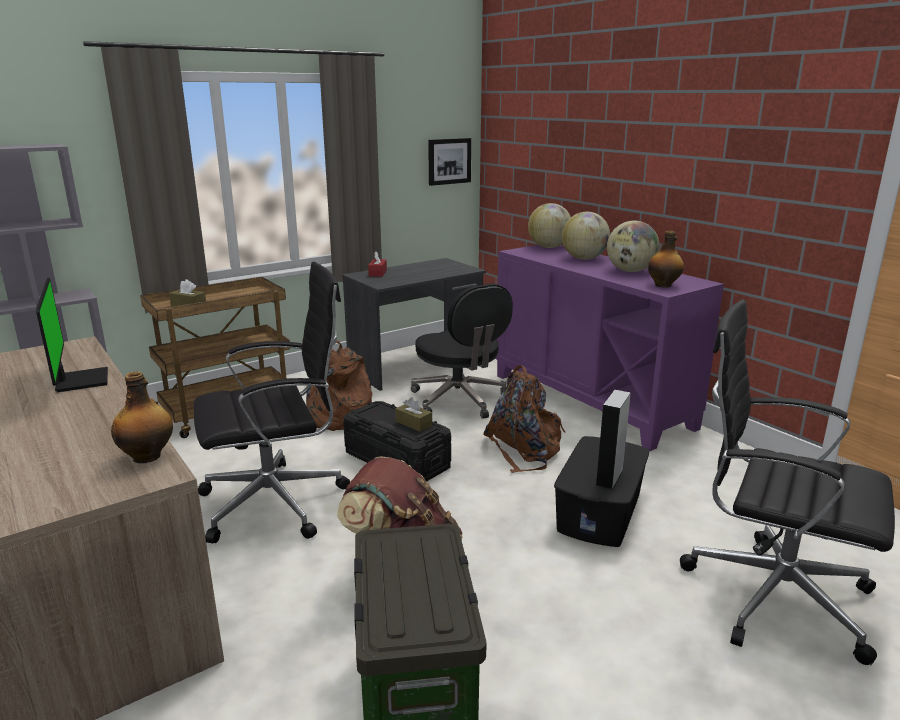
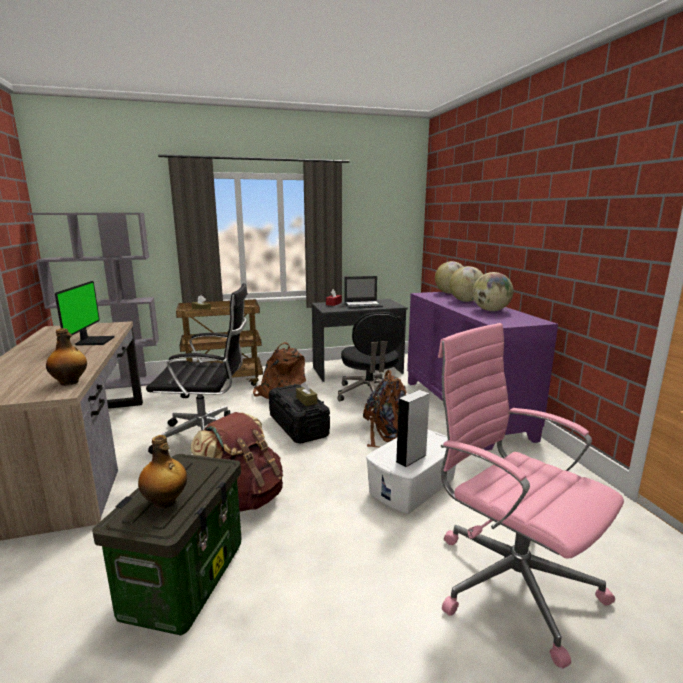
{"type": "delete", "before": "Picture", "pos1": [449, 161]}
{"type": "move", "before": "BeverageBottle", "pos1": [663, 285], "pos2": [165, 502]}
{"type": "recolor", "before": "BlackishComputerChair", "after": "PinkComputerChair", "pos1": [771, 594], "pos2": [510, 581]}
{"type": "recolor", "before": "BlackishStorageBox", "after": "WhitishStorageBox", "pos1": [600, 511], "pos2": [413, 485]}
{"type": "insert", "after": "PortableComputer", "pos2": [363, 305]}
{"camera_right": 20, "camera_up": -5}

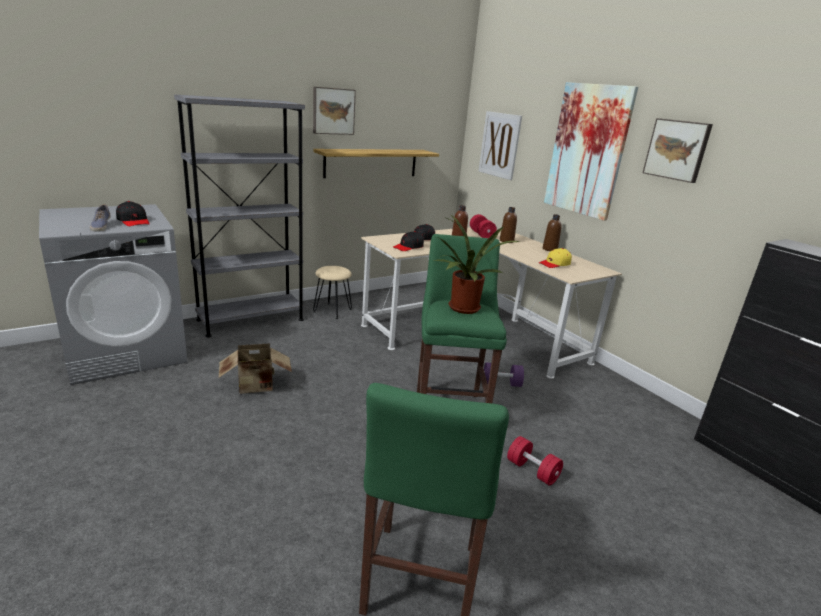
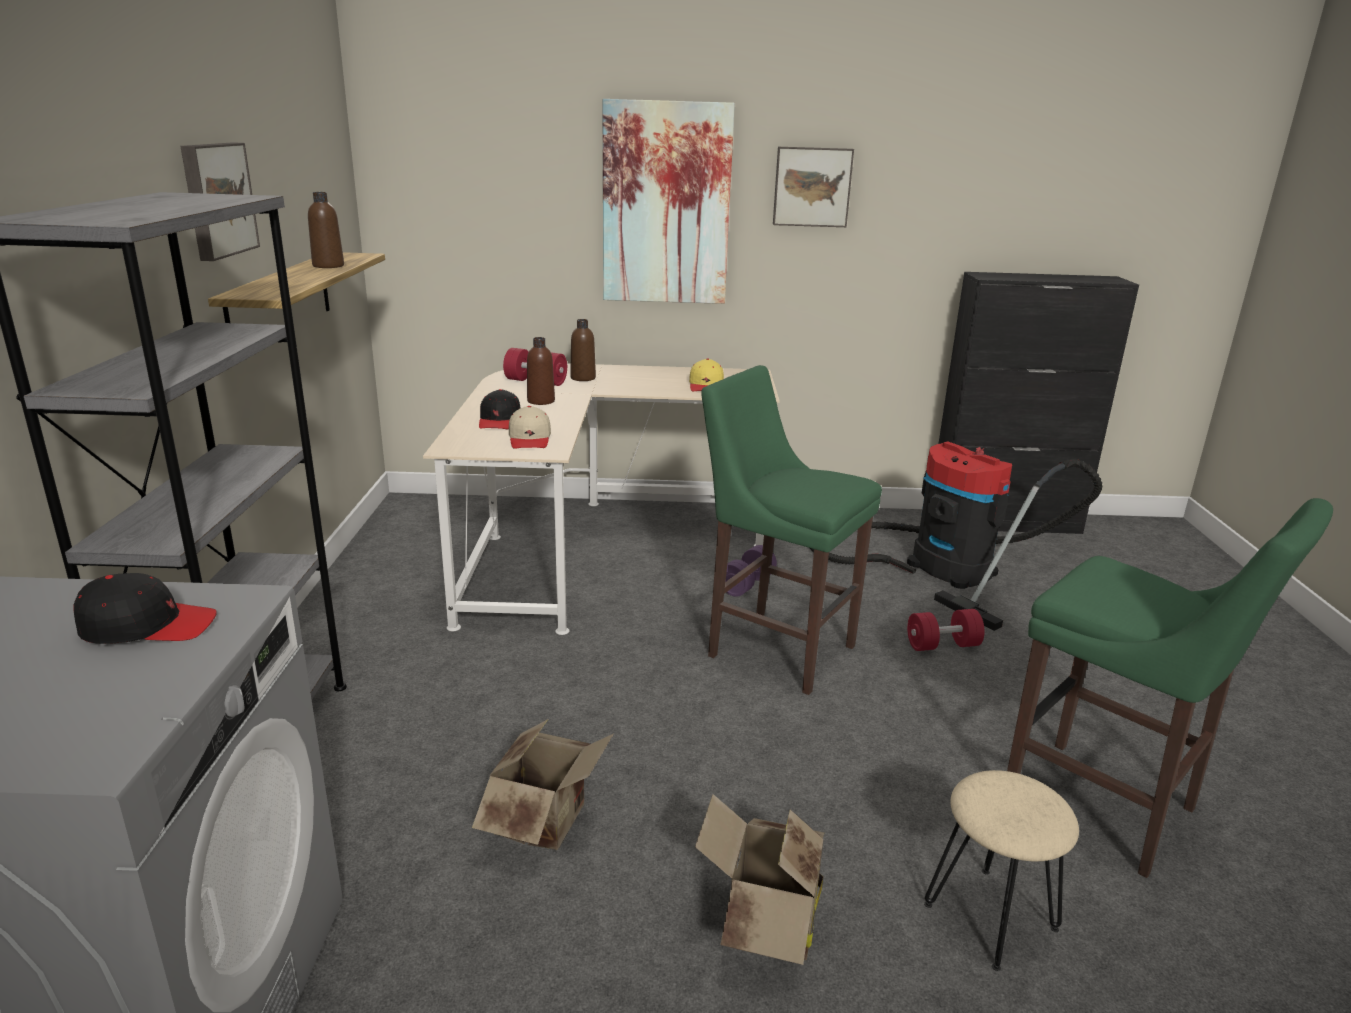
{"type": "delete", "before": "Picture", "pos1": [499, 145]}
{"type": "delete", "before": "ItemOfFootwear", "pos1": [101, 226]}
{"type": "delete", "before": "PlantInAPot", "pos1": [463, 309]}
{"type": "move", "before": "BrownBeverageBottle", "pos1": [549, 249], "pos2": [328, 266]}
{"type": "recolor", "before": "BlackishBaseballCap", "after": "SandColouredBaseballCap", "pos1": [408, 247], "pos2": [530, 439]}
{"type": "move", "before": "SandColouredSittingStool", "pos1": [332, 310], "pos2": [989, 915]}
{"type": "insert", "after": "Hoover", "pos2": [941, 566]}
{"type": "insert", "after": "CardboardBox", "pos2": [763, 923]}
{"camera_right": -55, "camera_up": 0}

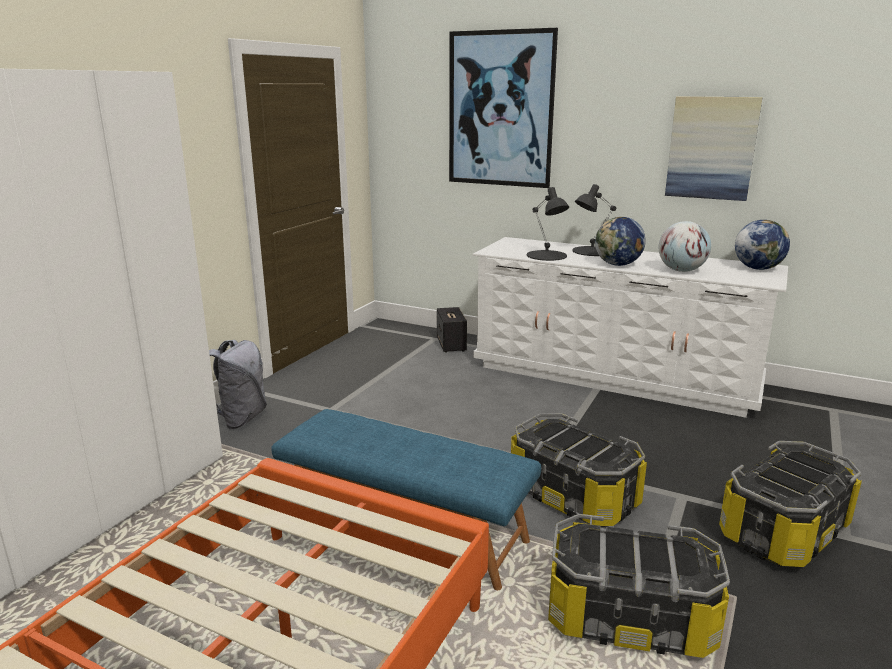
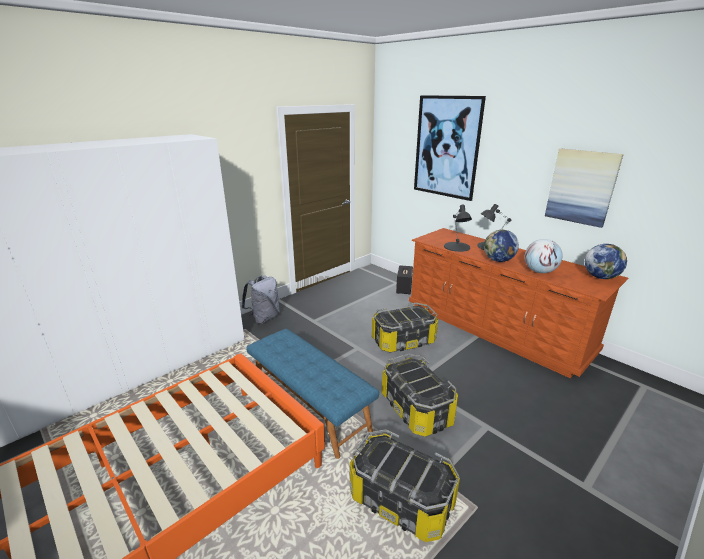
{"type": "recolor", "before": "WhitishDrawerChest", "after": "BrownDrawerChest", "pos1": [613, 375], "pos2": [494, 328]}
{"type": "move", "before": "StorageBox", "pos1": [784, 532], "pos2": [403, 341]}
{"camera_right": 20, "camera_up": 5}

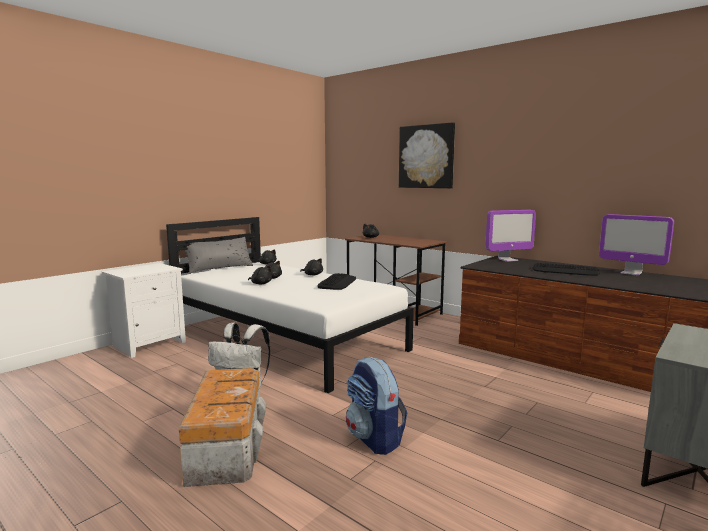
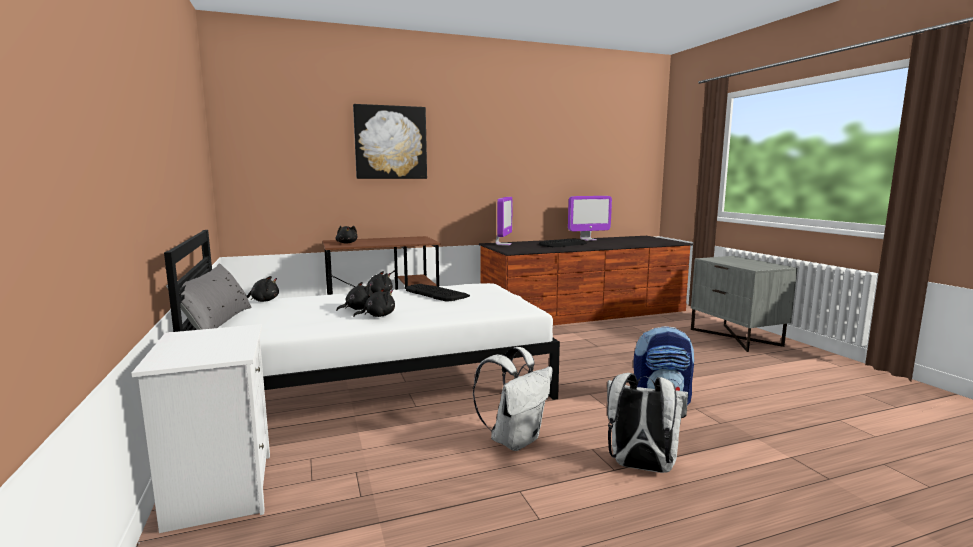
{"type": "replace", "before": "StorageBox", "after": "WhitishKnapsack", "pos1": [227, 446], "pos2": [640, 467]}
{"camera_right": -60, "camera_up": 0}

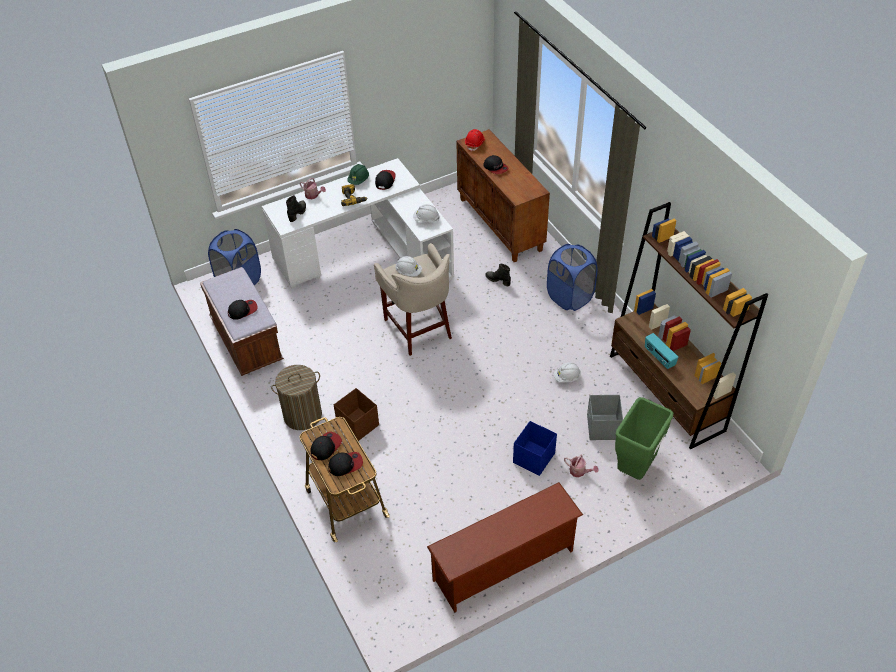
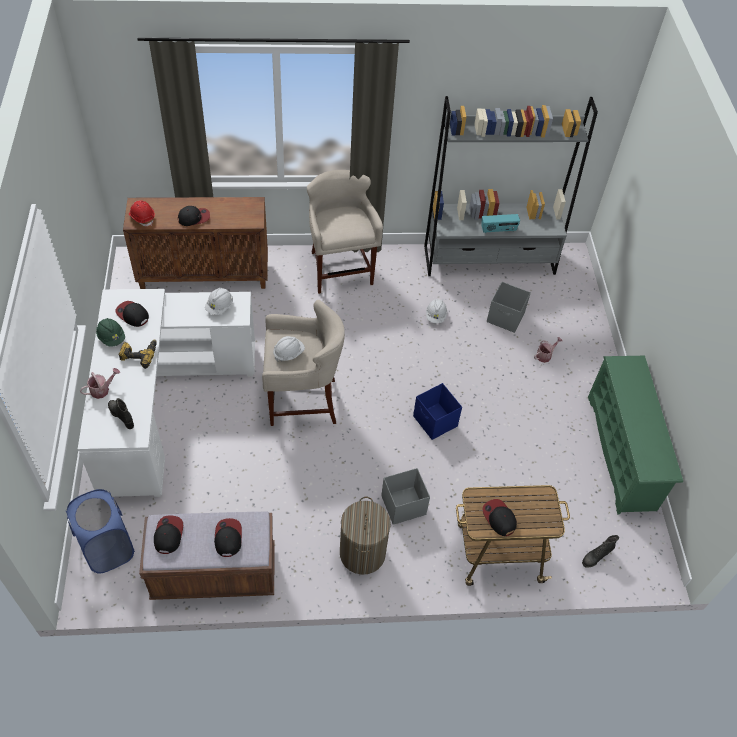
{"type": "recolor", "before": "BrownBookshelf", "after": "GrayBookshelf", "pos1": [666, 393], "pos2": [489, 260]}
{"type": "replace", "before": "BlueWashingBasket", "after": "SandColouredSittingStool", "pos1": [570, 297], "pos2": [340, 269]}
{"type": "move", "before": "BlackishBoot", "pos1": [498, 280], "pos2": [596, 557]}
{"type": "recolor", "before": "BrownStorageBox", "after": "GrayStorageBox", "pos1": [357, 424], "pos2": [402, 505]}
{"type": "delete", "before": "GreenWasteBin", "pos1": [635, 469]}
{"type": "move", "before": "BlueStorageBox", "pos1": [533, 458], "pos2": [435, 422]}
{"type": "move", "before": "BaseballCap", "pos1": [345, 464], "pos2": [168, 535]}
{"type": "recolor", "before": "BrownShoeShelf", "after": "GreenShoeShelf", "pos1": [504, 566], "pos2": [622, 453]}
{"camera_right": -70, "camera_up": 5}

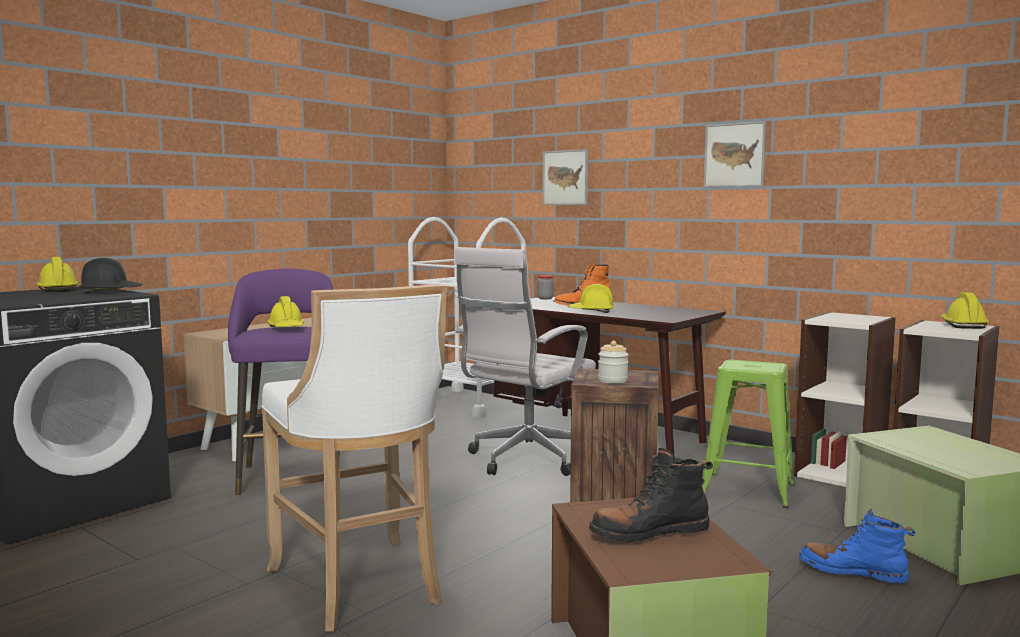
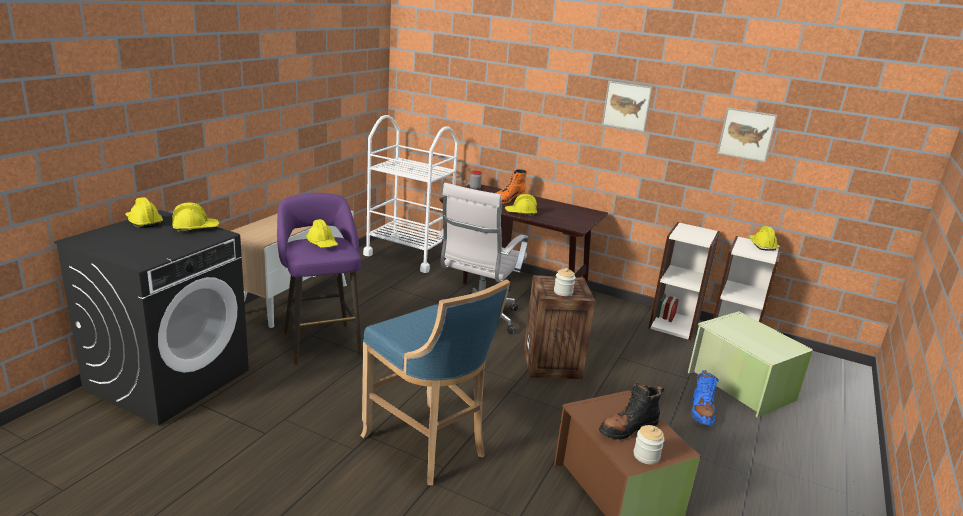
{"type": "move", "before": "Picture", "pos1": [565, 177], "pos2": [746, 134]}
{"type": "recolor", "before": "BlackishHardHat", "after": "YellowColouredHardHat", "pos1": [111, 292], "pos2": [195, 228]}
{"type": "recolor", "before": "WhitishSittingStool", "after": "BlueSittingStool", "pos1": [360, 587], "pos2": [428, 446]}
{"type": "delete", "before": "GreenSittingStool", "pos1": [746, 490]}
{"type": "rotate", "before": "BlueBoot", "pos1": [852, 572], "pos2": [701, 411], "turn": -90}
{"type": "insert", "after": "StorageJar", "pos2": [646, 456]}
{"camera_right": -15, "camera_up": 15}

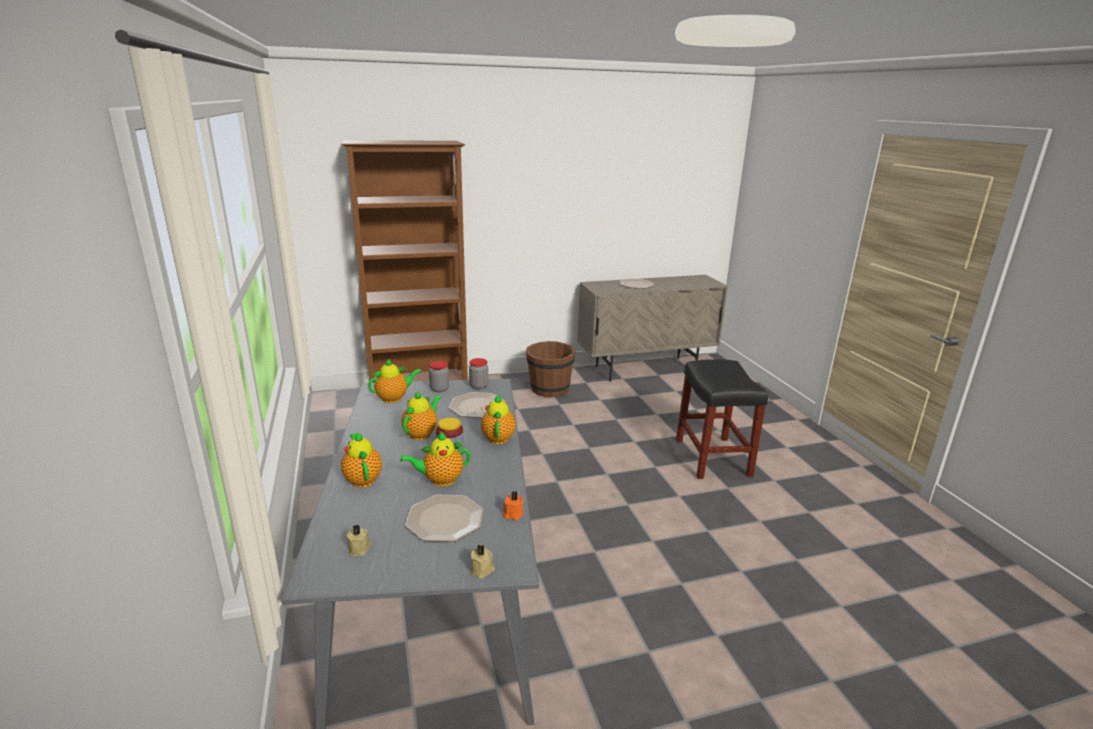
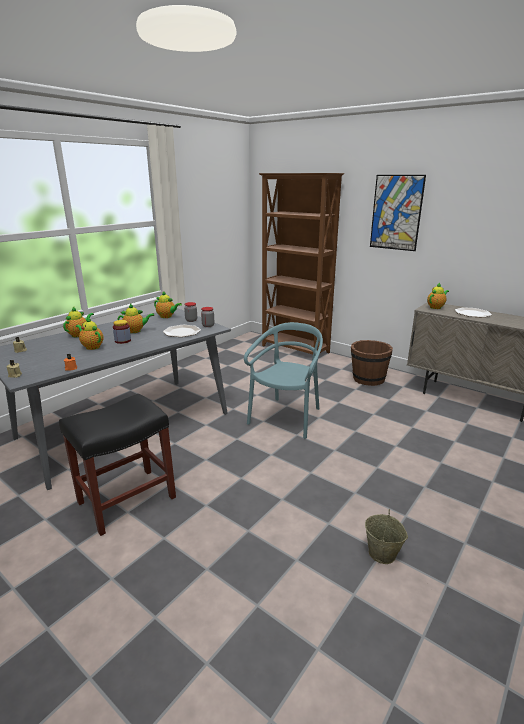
{"type": "move", "before": "BlackishSittingStool", "pos1": [713, 458], "pos2": [125, 500]}
{"type": "move", "before": "Teapot", "pos1": [498, 437], "pos2": [436, 307]}
{"type": "delete", "before": "DinnerPlate", "pos1": [446, 519]}
{"type": "insert", "after": "Picture", "pos2": [396, 213]}
{"type": "insert", "after": "TurquoiseColouredPlainChair", "pos2": [286, 417]}
{"type": "insert", "after": "SandColouredWaterBucket", "pos2": [382, 553]}
{"camera_right": 55, "camera_up": 0}

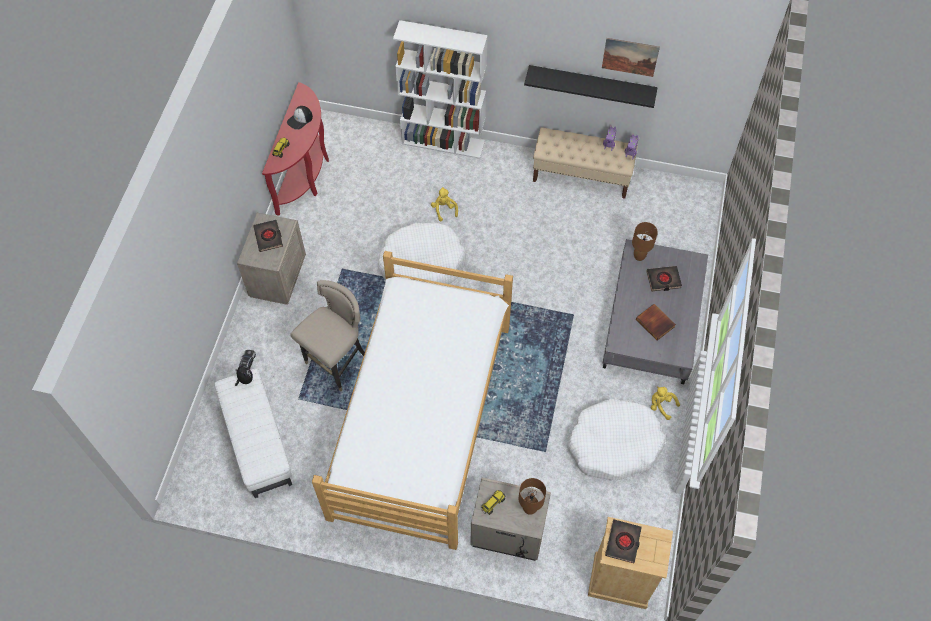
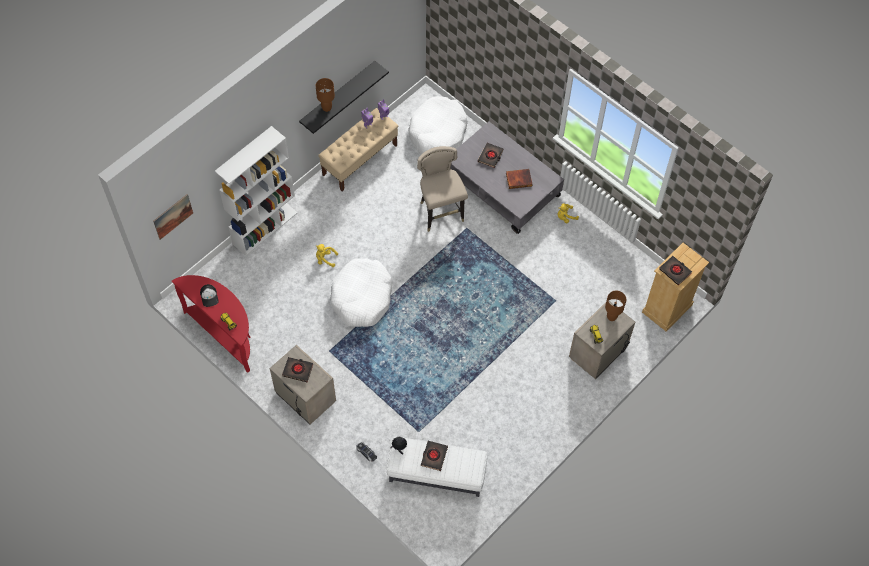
{"type": "move", "before": "Picture", "pos1": [630, 57], "pos2": [173, 216]}
{"type": "move", "before": "BrownTabletopLamp", "pos1": [639, 256], "pos2": [326, 108]}
{"type": "delete", "before": "SleepingBed", "pos1": [421, 420]}
{"type": "move", "before": "SandColouredSittingStool", "pos1": [337, 363], "pos2": [441, 213]}
{"type": "move", "before": "WhitishDogBed", "pos1": [614, 444], "pos2": [438, 133]}
{"type": "insert", "after": "BlackishBoundBook", "pos2": [434, 456]}
{"camera_right": -60, "camera_up": 0}

